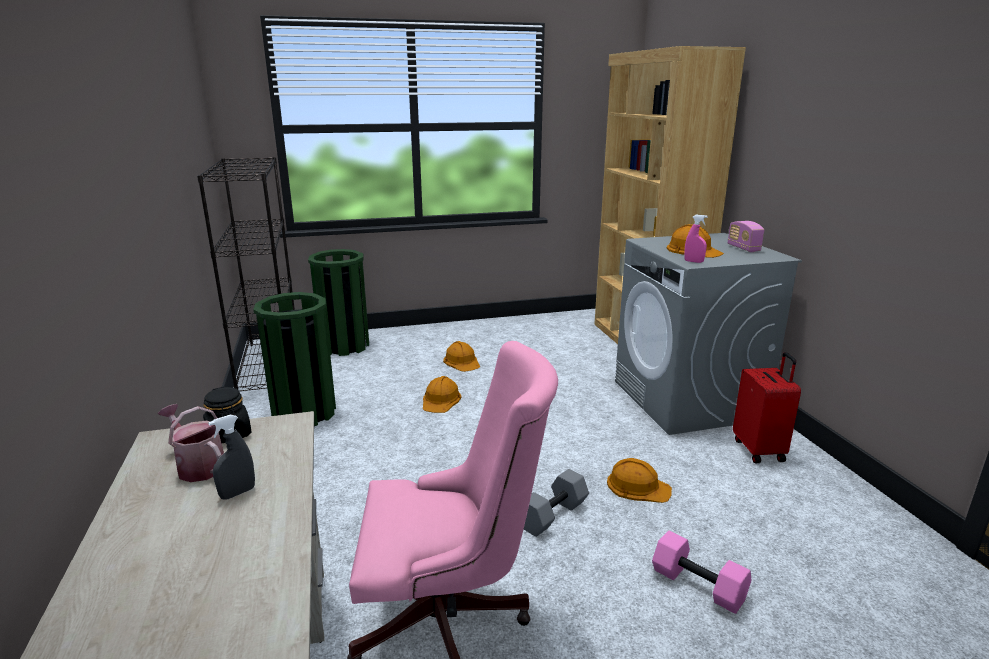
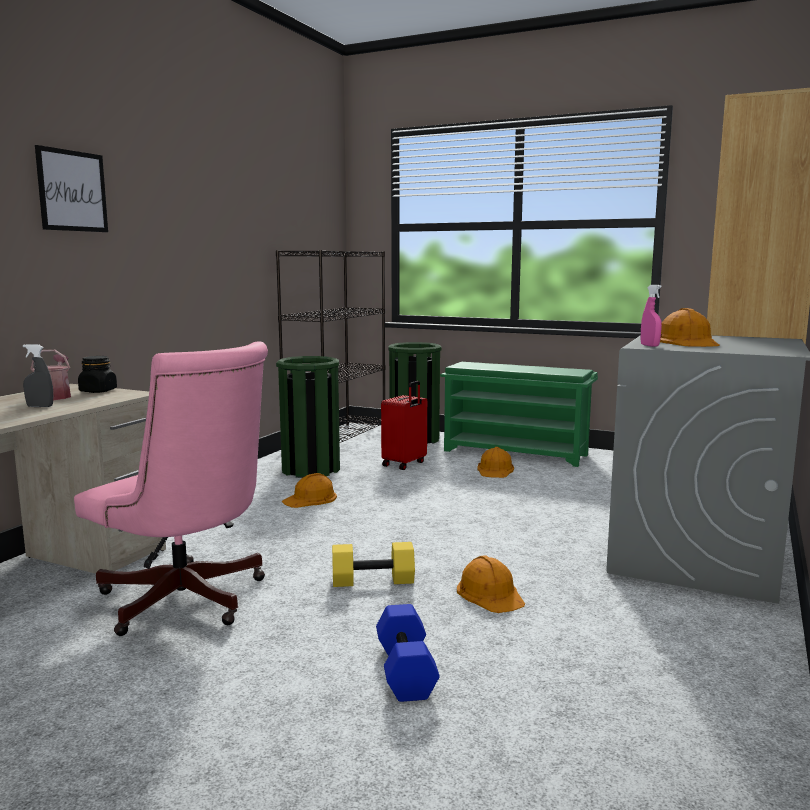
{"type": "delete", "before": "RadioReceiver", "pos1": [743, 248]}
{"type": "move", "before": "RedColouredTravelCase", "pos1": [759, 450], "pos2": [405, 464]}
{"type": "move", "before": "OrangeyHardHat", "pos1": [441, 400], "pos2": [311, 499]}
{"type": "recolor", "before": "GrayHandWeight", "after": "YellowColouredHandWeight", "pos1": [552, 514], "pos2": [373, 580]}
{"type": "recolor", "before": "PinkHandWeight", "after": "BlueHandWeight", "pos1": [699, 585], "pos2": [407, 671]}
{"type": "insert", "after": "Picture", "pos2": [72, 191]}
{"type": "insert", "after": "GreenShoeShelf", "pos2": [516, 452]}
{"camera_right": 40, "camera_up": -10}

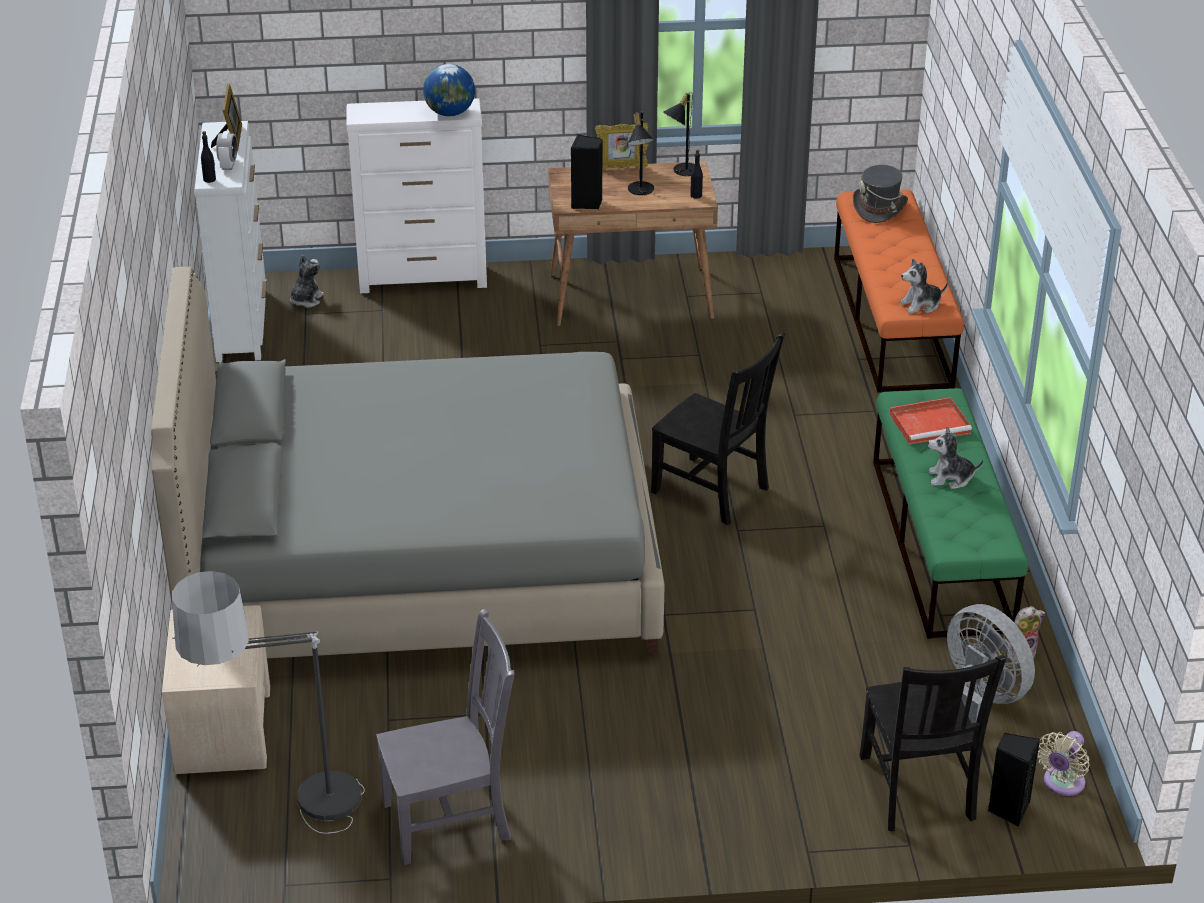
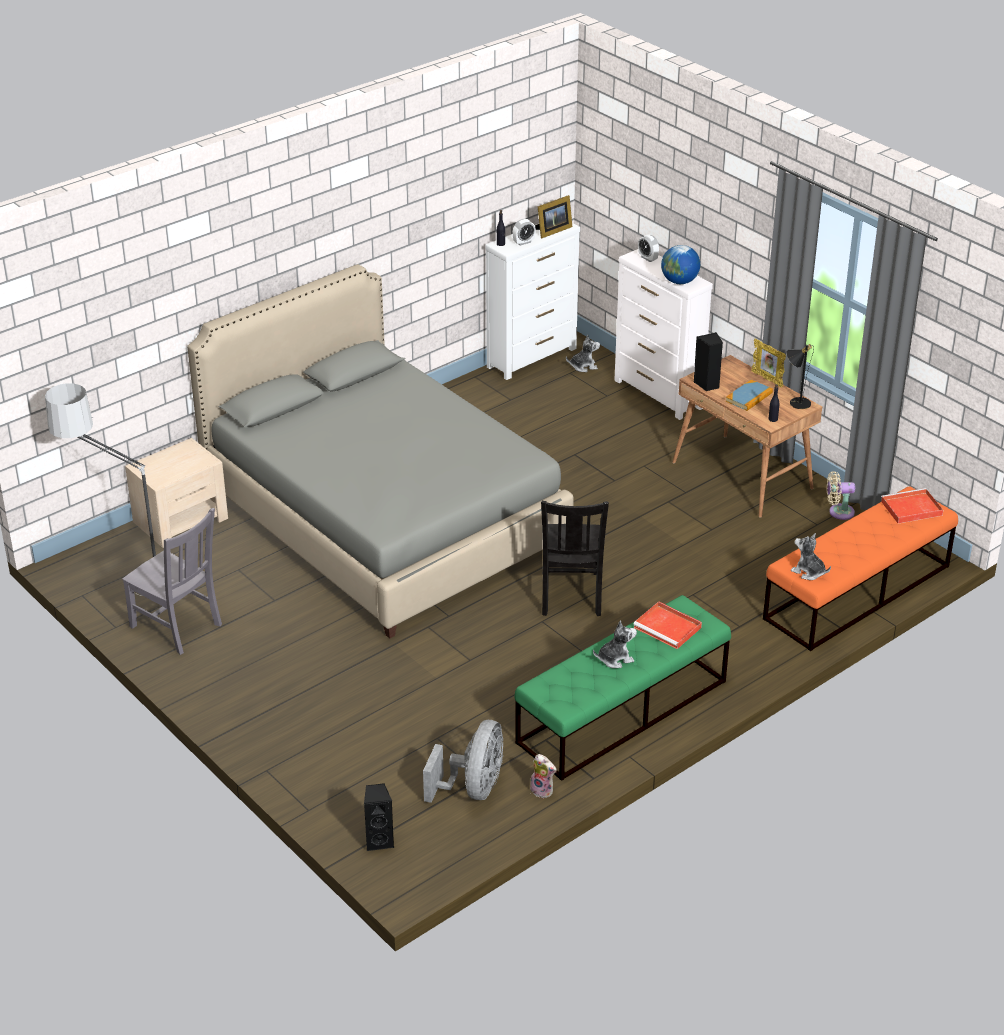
{"type": "replace", "before": "BlackishTabletopLamp", "after": "BoundBook", "pos1": [640, 191], "pos2": [749, 397]}
{"type": "replace", "before": "GrayClothingHat", "after": "RedColouredTray", "pos1": [879, 208], "pos2": [910, 508]}
{"type": "rotate", "before": "CuddlyToy", "pos1": [950, 478], "pos2": [615, 659], "turn": 105}
{"type": "delete", "before": "BlackishPlainChair", "pos1": [917, 790]}
{"type": "move", "before": "SandColouredCoolingFan", "pos1": [1062, 784], "pos2": [838, 512]}
{"type": "insert", "after": "AlarmClock", "pos2": [648, 258]}
{"camera_right": 55, "camera_up": 0}

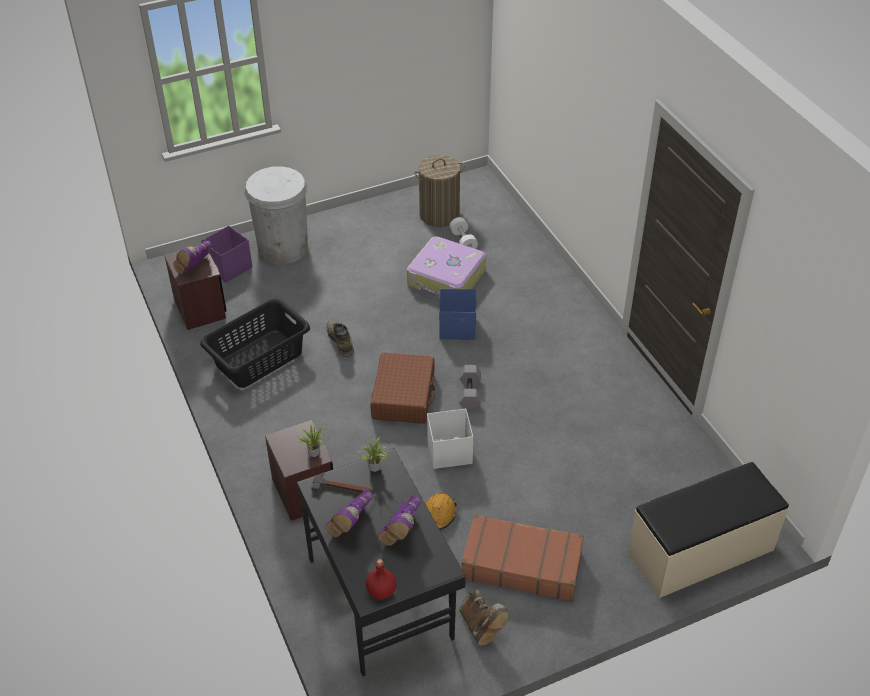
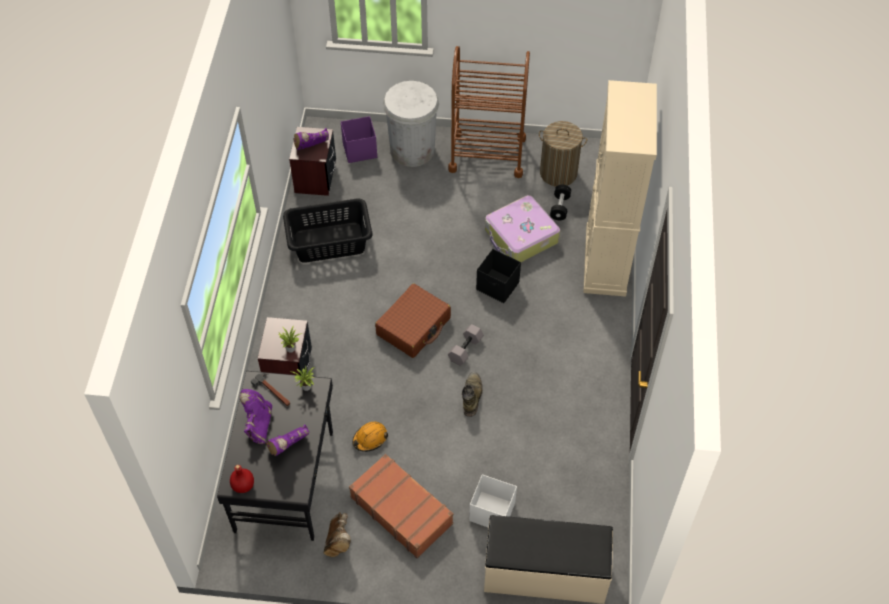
{"type": "recolor", "before": "WhitishHandWeight", "after": "BlackishHandWeight", "pos1": [463, 241], "pos2": [560, 207]}
{"type": "recolor", "before": "BlueStorageBox", "after": "BlackishStorageBox", "pos1": [458, 328], "pos2": [498, 286]}
{"type": "move", "before": "GreenBoot", "pos1": [340, 340], "pos2": [472, 395]}
{"type": "move", "before": "WhitishStorageBox", "pos1": [448, 452], "pos2": [491, 511]}
{"type": "rotate", "before": "PurplishBoot", "pos1": [351, 525], "pos2": [258, 424], "turn": 120}
{"type": "insert", "after": "BrownWheeledCart", "pos2": [487, 154]}
{"type": "insert", "after": "SandColouredCabinet", "pos2": [605, 261]}
{"camera_right": 30, "camera_up": 10}

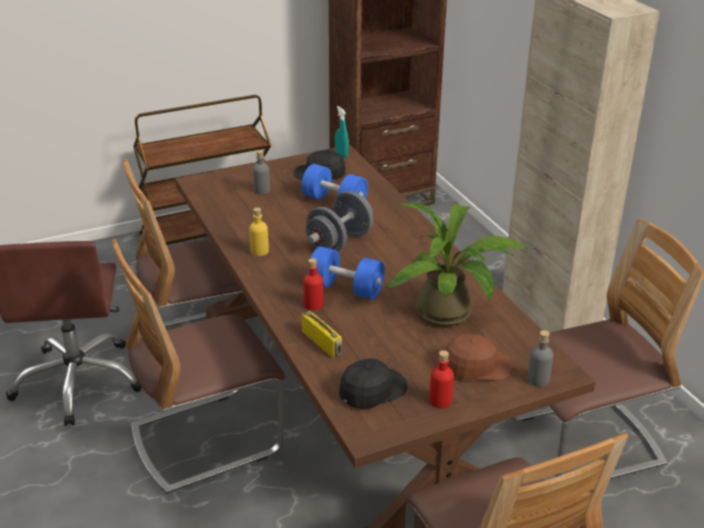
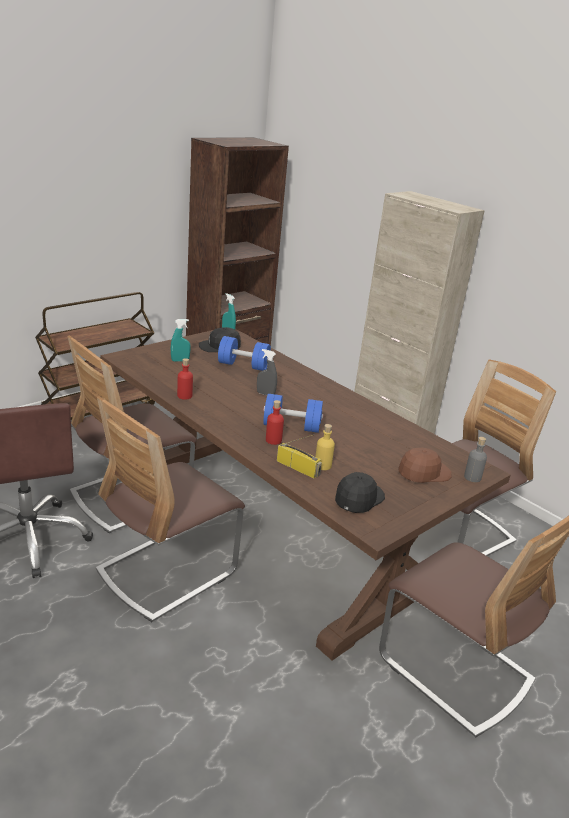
{"type": "replace", "before": "GrayBeverageBottle", "after": "TurquoiseColouredHandSprayer", "pos1": [262, 190], "pos2": [180, 360]}
{"type": "replace", "before": "GrayHandWeight", "after": "GrayHandSprayer", "pos1": [339, 242], "pos2": [265, 394]}
{"type": "delete", "before": "PlantInAPot", "pos1": [450, 315]}
{"type": "move", "before": "YellowColouredBeverageBottle", "pos1": [259, 251], "pos2": [322, 465]}
{"type": "move", "before": "RedColouredBeverageBottle", "pos1": [440, 401], "pos2": [184, 396]}
{"camera_right": -20, "camera_up": -5}

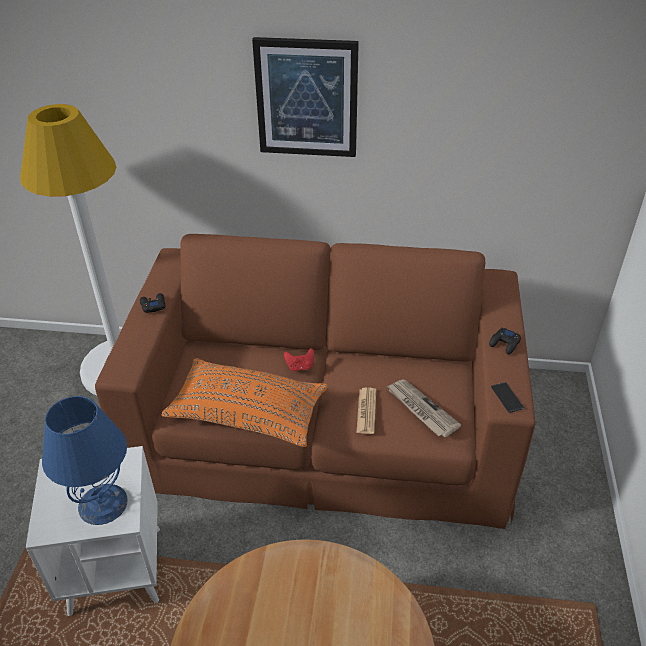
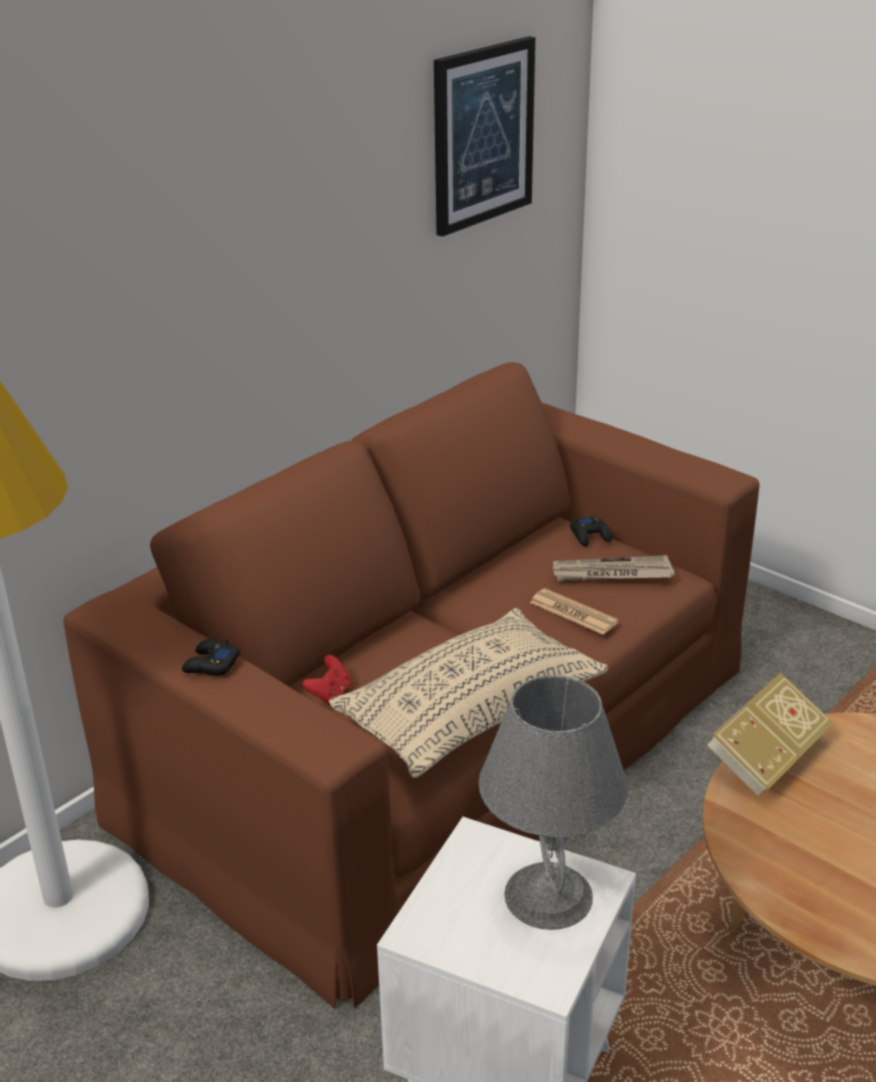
{"type": "move", "before": "Picture", "pos1": [307, 98], "pos2": [482, 135]}
{"type": "move", "before": "BlackishGameController", "pos1": [505, 344], "pos2": [590, 536]}
{"type": "move", "before": "RedColouredGameController", "pos1": [300, 367], "pos2": [330, 694]}
{"type": "recolor", "before": "OrangeyPillow", "after": "SandColouredPillow", "pos1": [248, 413], "pos2": [470, 712]}
{"type": "delete", "before": "Phone", "pos1": [507, 397]}
{"type": "recolor", "before": "BlueTabletopLamp", "after": "GrayTabletopLamp", "pos1": [103, 503], "pos2": [547, 895]}
{"type": "insert", "after": "BoundBook", "pos2": [765, 757]}
{"camera_right": -55, "camera_up": -10}

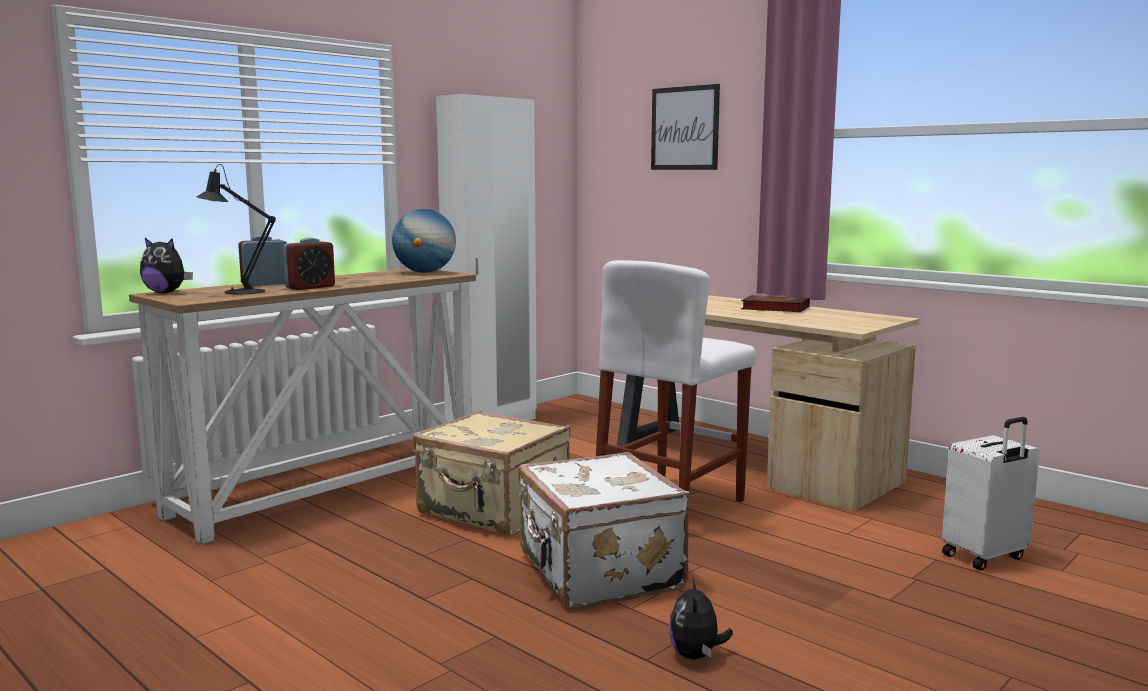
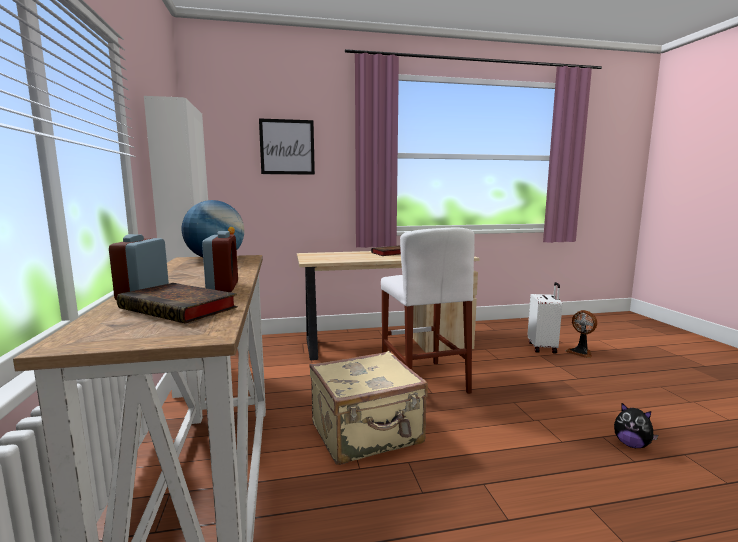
{"type": "replace", "before": "BlackishTabletopLamp", "after": "BoundBook", "pos1": [238, 292], "pos2": [181, 309]}
{"type": "delete", "before": "CuddlyToy", "pos1": [166, 293]}
{"type": "delete", "before": "WhitishTravelCase", "pos1": [597, 572]}
{"type": "insert", "after": "CoolingFan", "pos2": [580, 352]}
{"camera_right": -55, "camera_up": 0}

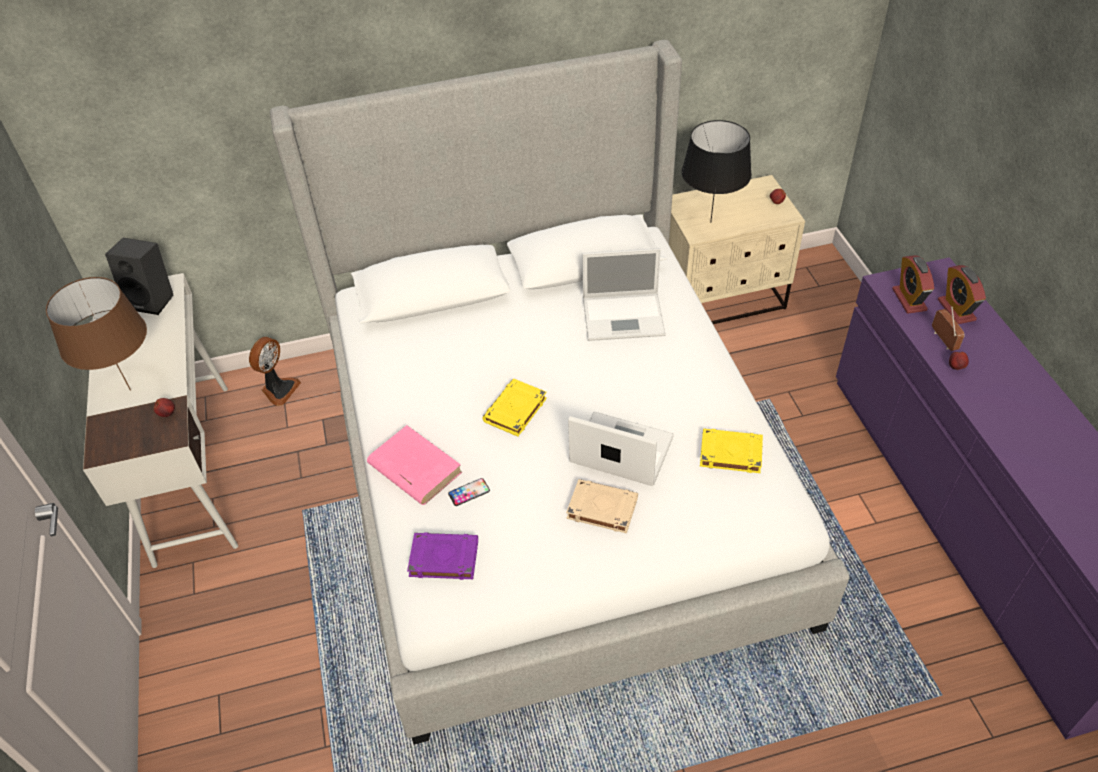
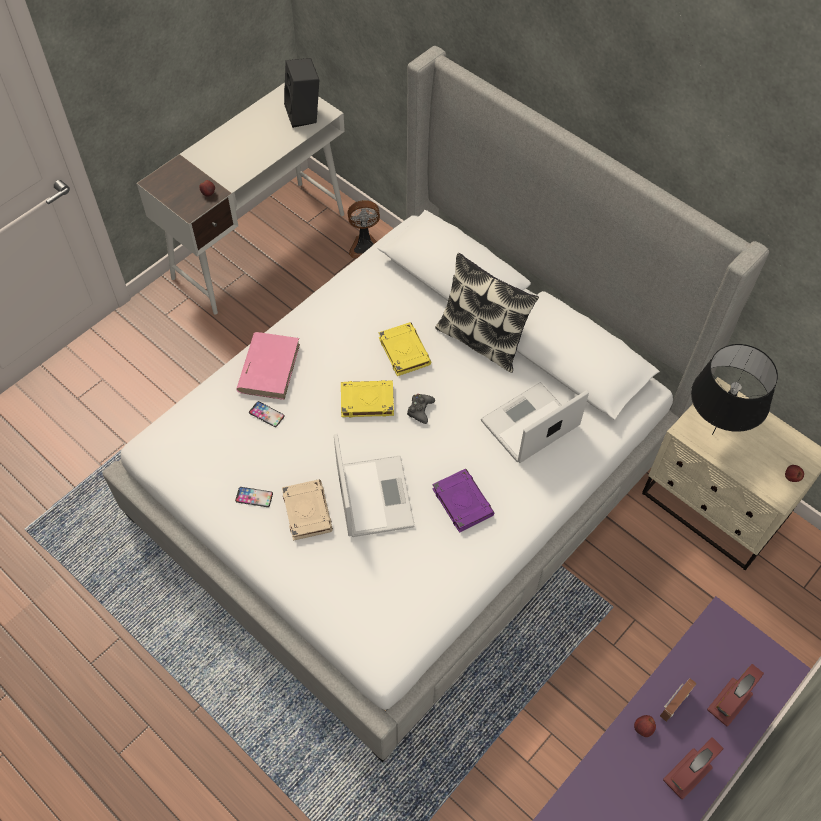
{"type": "rotate", "before": "PortableComputer", "pos1": [625, 316], "pos2": [528, 425], "turn": 90}
{"type": "move", "before": "AlarmClock", "pos1": [909, 299], "pos2": [687, 774]}
{"type": "delete", "before": "BrownTabletopLamp", "pos1": [130, 390]}
{"type": "move", "before": "YellowColouredBoundBook", "pos1": [730, 453], "pos2": [403, 351]}
{"type": "move", "before": "PurplishBoundBook", "pos1": [443, 558], "pos2": [462, 502]}
{"type": "insert", "after": "Pillow", "pos2": [481, 340]}
{"type": "insert", "after": "BlackishGameController", "pos2": [420, 410]}
{"type": "insert", "after": "Phone", "pos2": [254, 497]}
{"camera_right": 55, "camera_up": 10}

